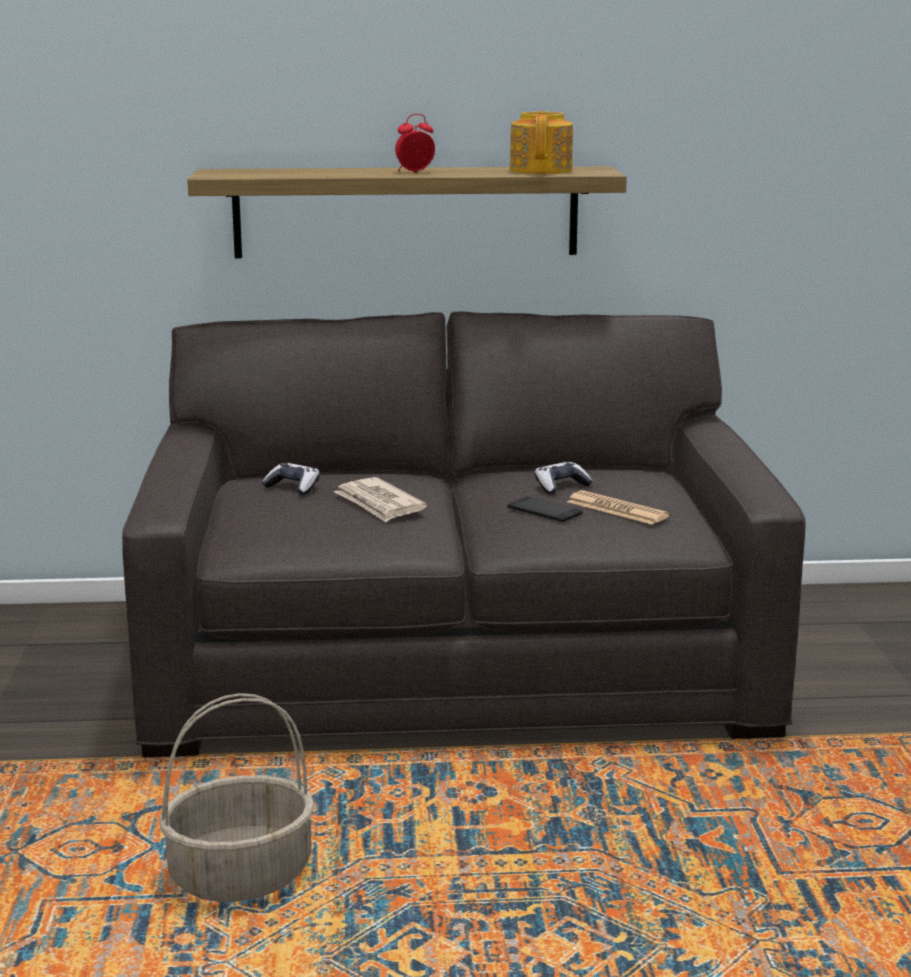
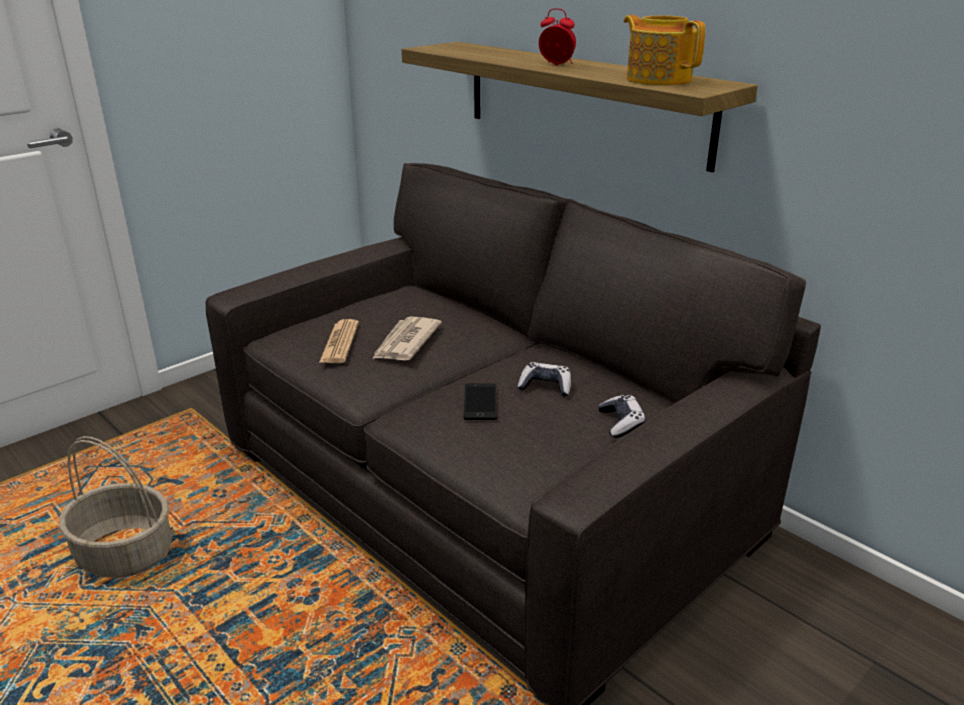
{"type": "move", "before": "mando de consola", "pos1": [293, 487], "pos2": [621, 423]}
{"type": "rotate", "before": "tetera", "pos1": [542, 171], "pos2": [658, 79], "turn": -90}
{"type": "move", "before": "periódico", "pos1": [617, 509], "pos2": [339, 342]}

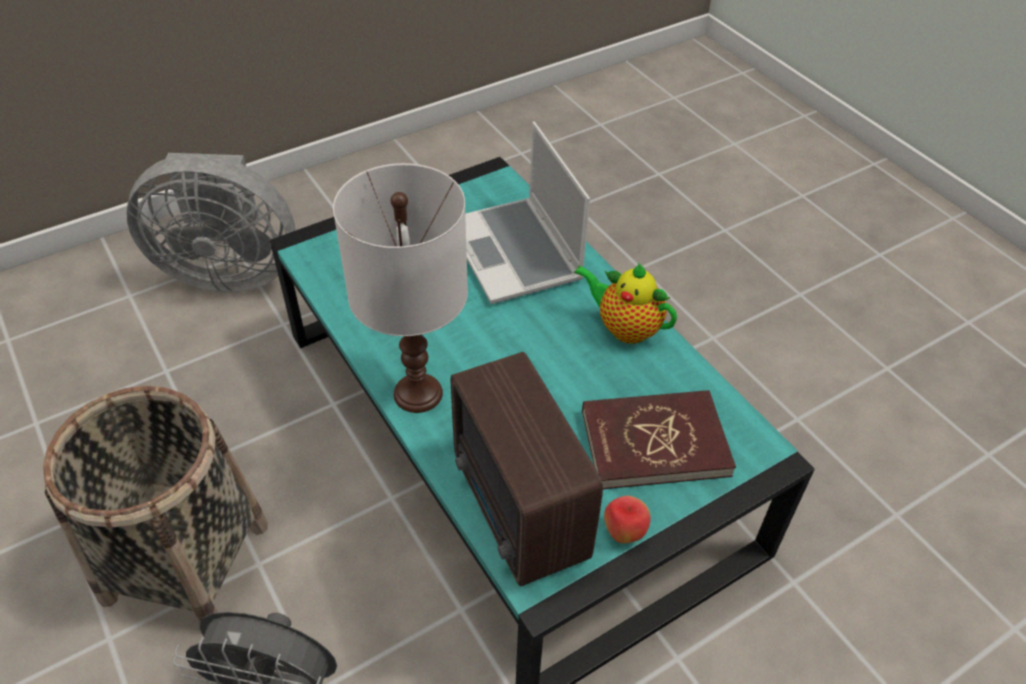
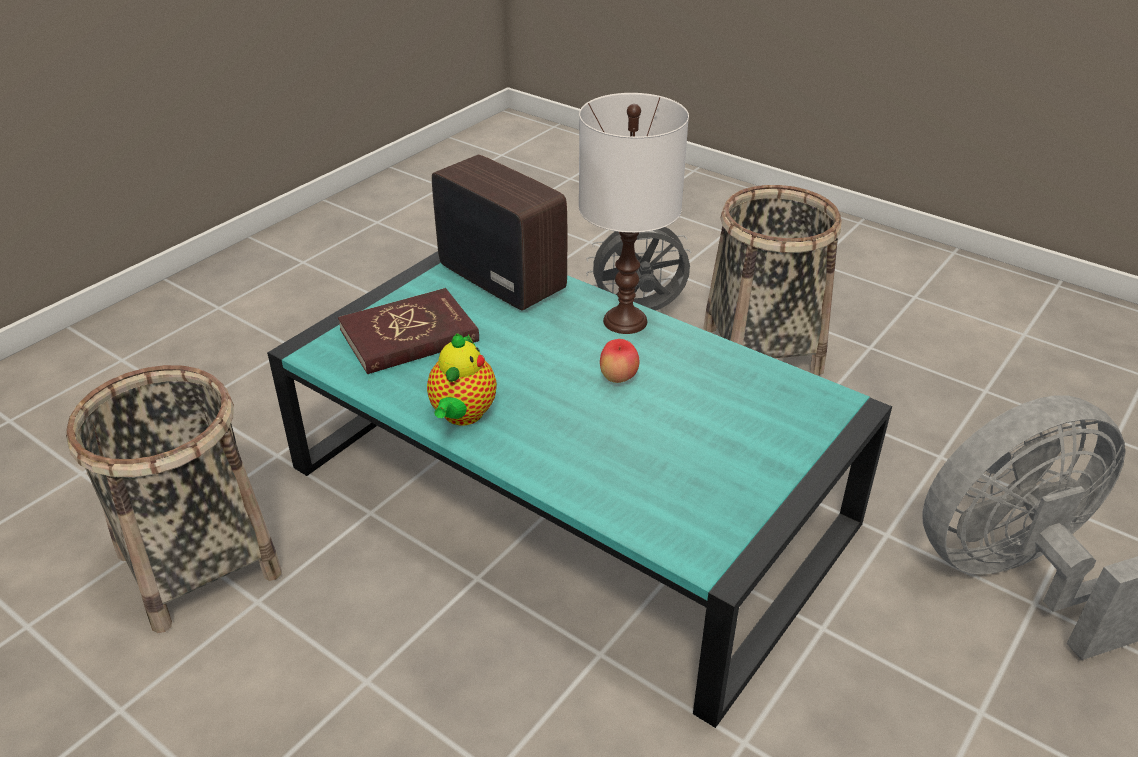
{"type": "delete", "before": "portátil", "pos1": [516, 253]}
{"type": "rotate", "before": "tetera", "pos1": [624, 327], "pos2": [462, 415], "turn": 90}
{"type": "move", "before": "manzana", "pos1": [624, 532], "pos2": [618, 378]}
{"type": "insert", "after": "cesta", "pos2": [199, 563]}

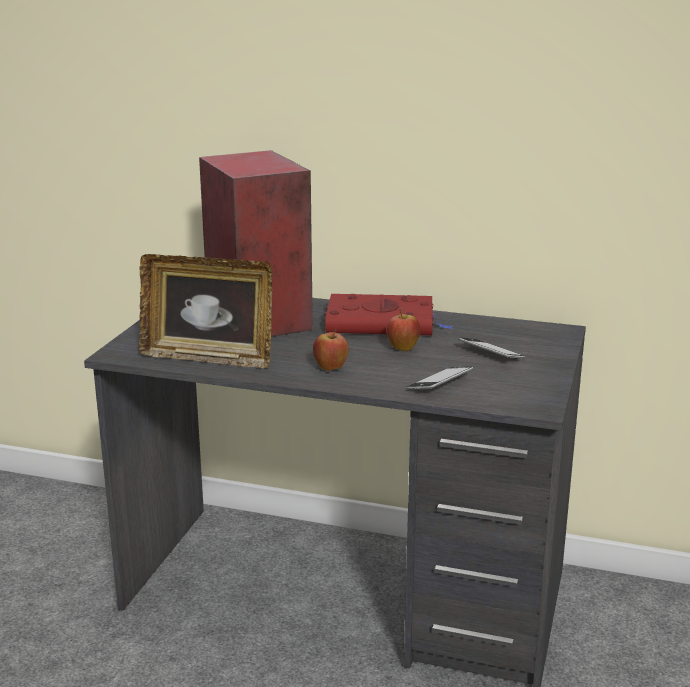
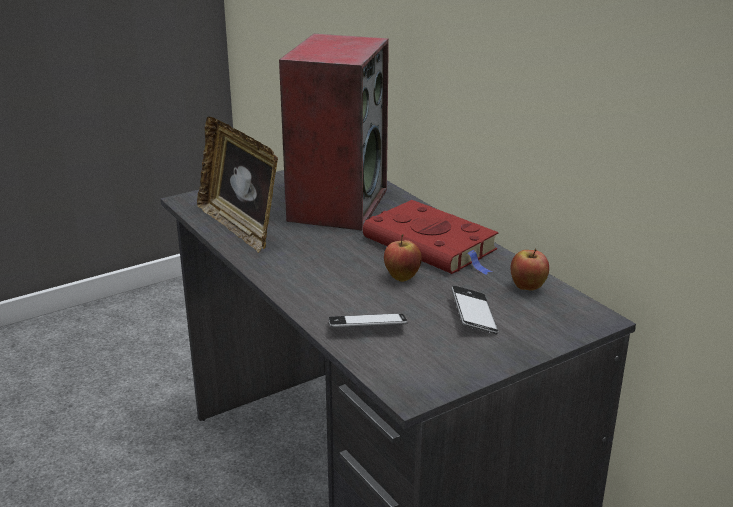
{"type": "move", "before": "manzana", "pos1": [331, 369], "pos2": [527, 288]}

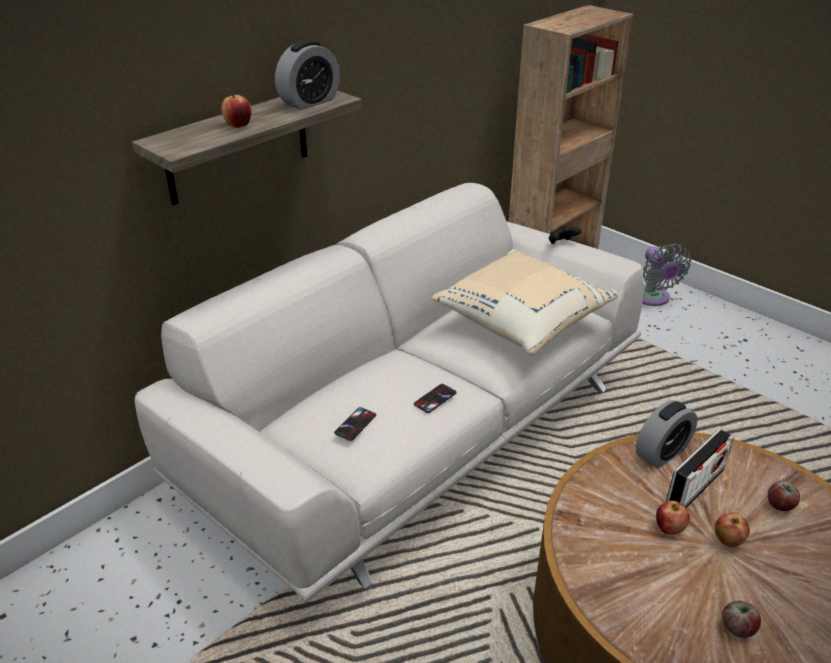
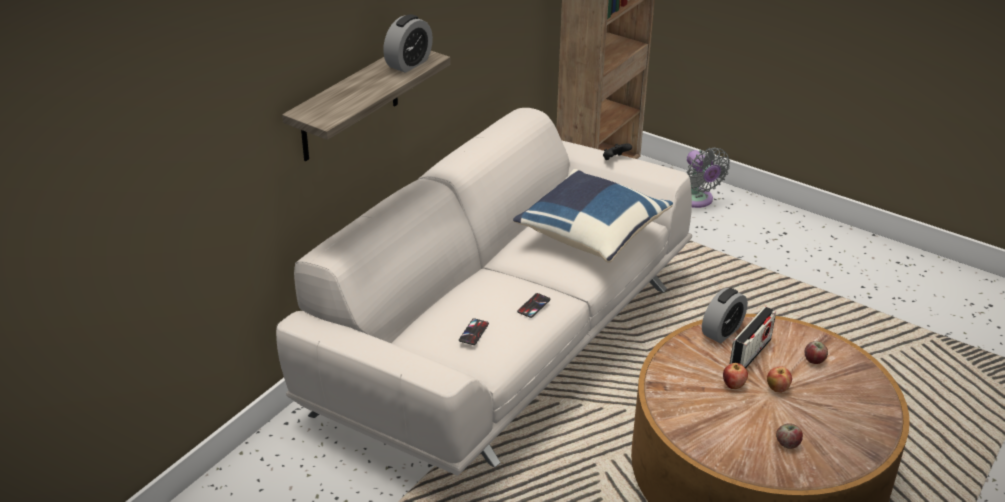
{"type": "delete", "before": "manzana", "pos1": [238, 125]}
{"type": "recolor", "before": "cojín [beis]", "after": "cojín [azul]", "pos1": [521, 321], "pos2": [591, 233]}

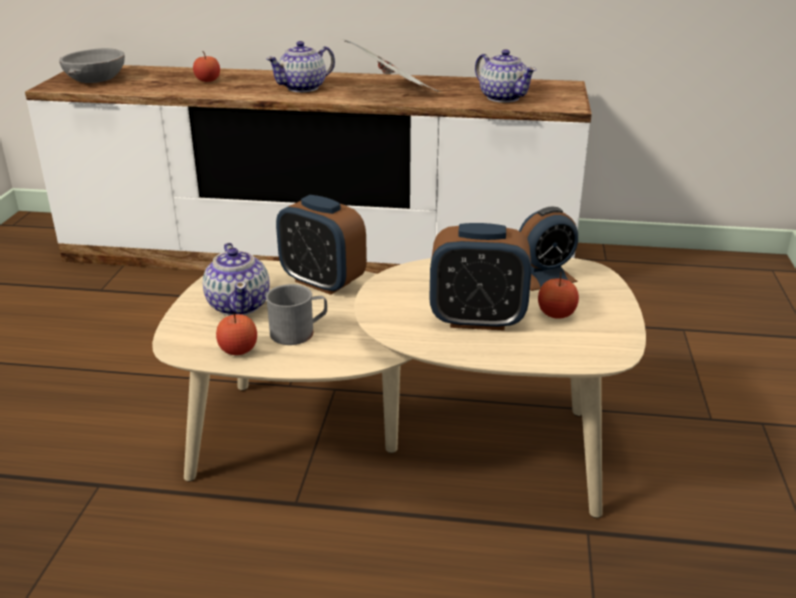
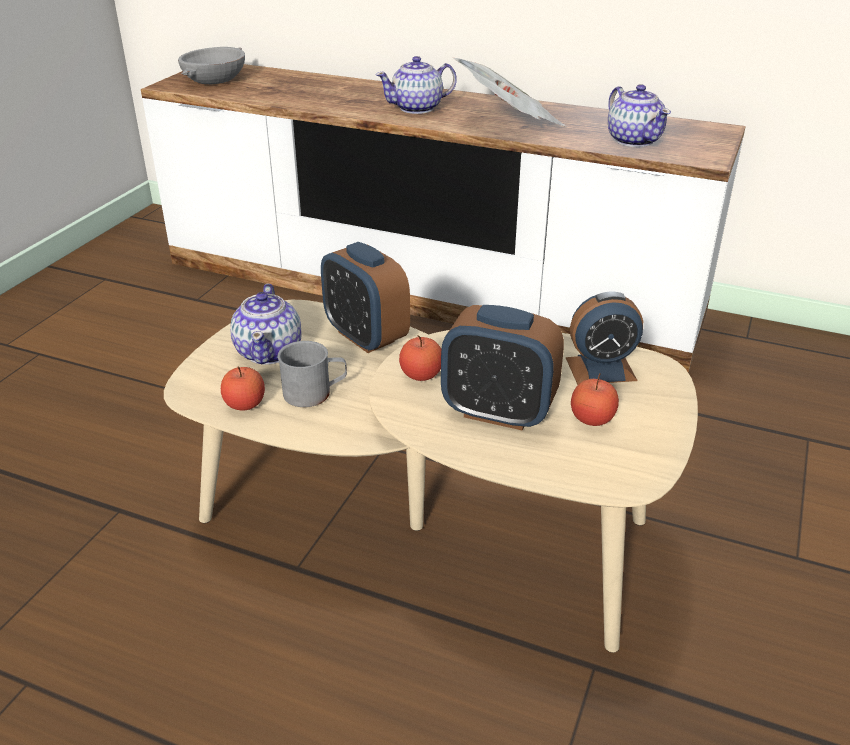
{"type": "move", "before": "manzana", "pos1": [208, 80], "pos2": [421, 375]}

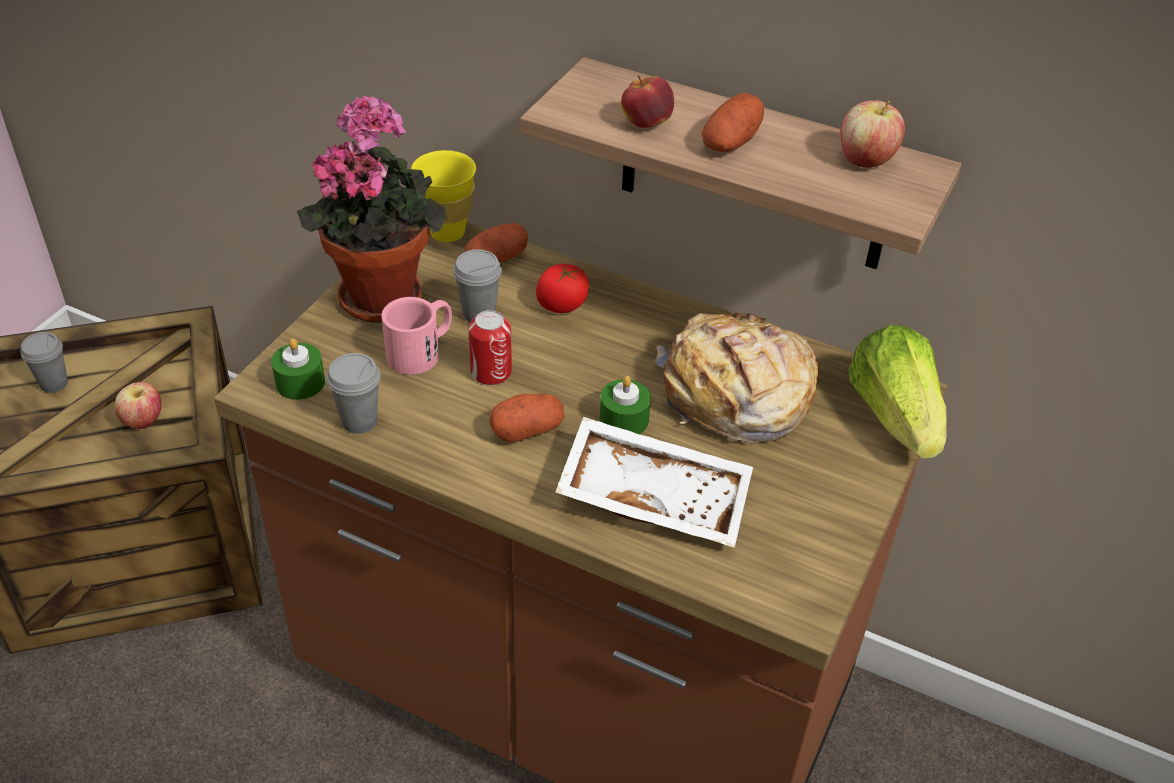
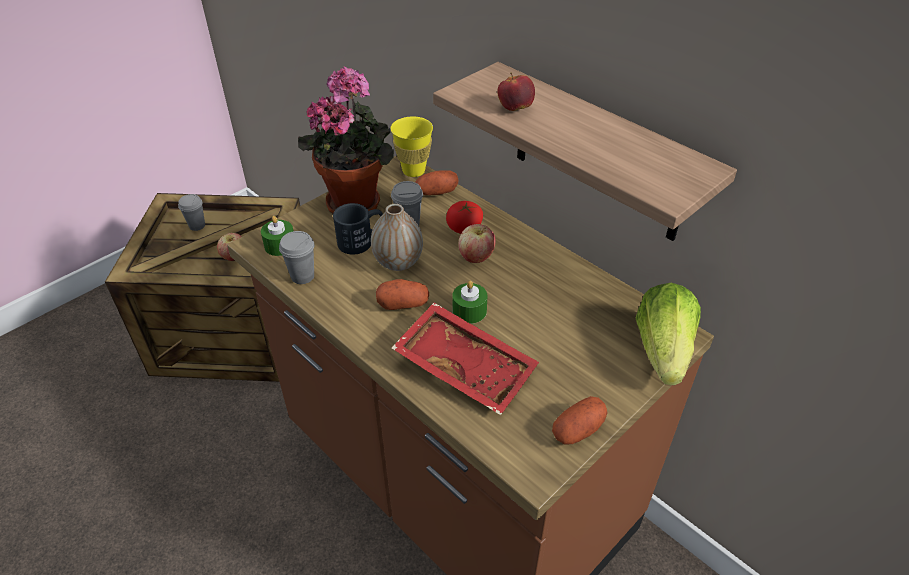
{"type": "recolor", "before": "taza grande [rosa]", "after": "taza grande [negro]", "pos1": [422, 351], "pos2": [362, 240]}
{"type": "replace", "before": "lata", "after": "florero", "pos1": [491, 372], "pos2": [398, 262]}
{"type": "recolor", "before": "bandeja [blanco]", "after": "bandeja [rojo]", "pos1": [655, 495], "pos2": [466, 366]}
{"type": "delete", "before": "pan", "pos1": [735, 396]}
{"type": "move", "before": "patata", "pos1": [731, 142], "pos2": [578, 430]}
{"type": "move", "before": "manzana", "pos1": [866, 160], "pos2": [476, 257]}

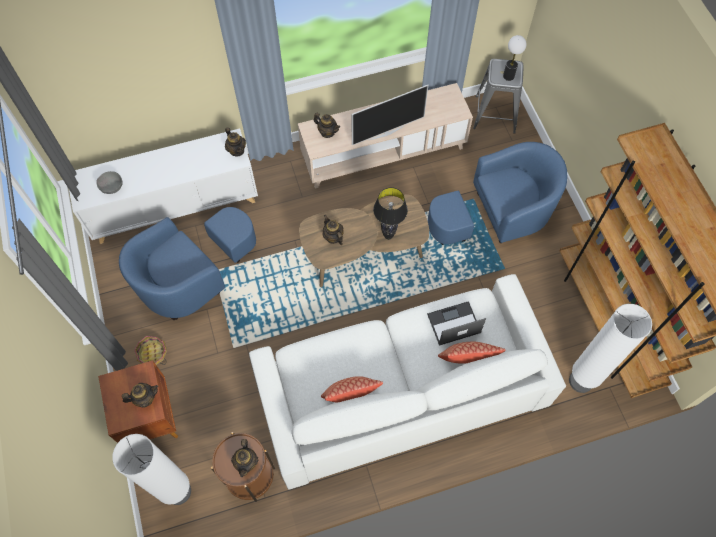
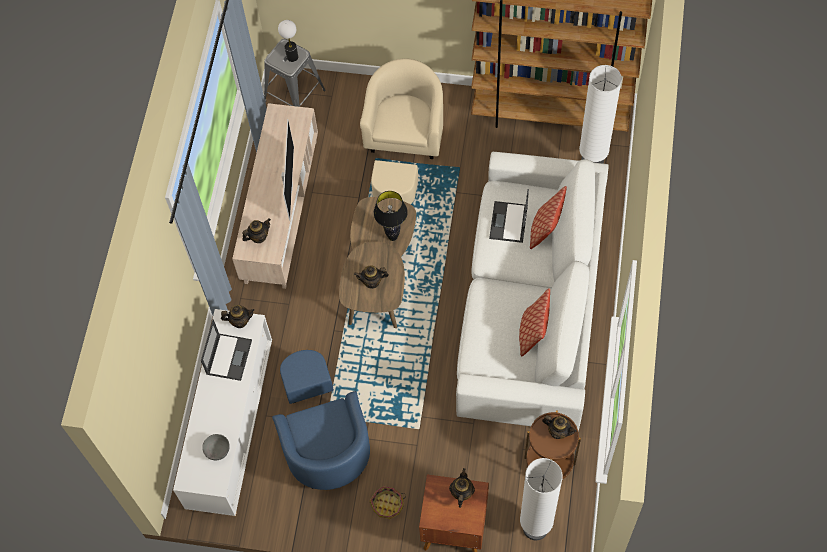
{"type": "recolor", "before": "sillón [azul]", "after": "sillón [beis]", "pos1": [496, 215], "pos2": [403, 148]}
{"type": "insert", "after": "portátil", "pos2": [229, 356]}

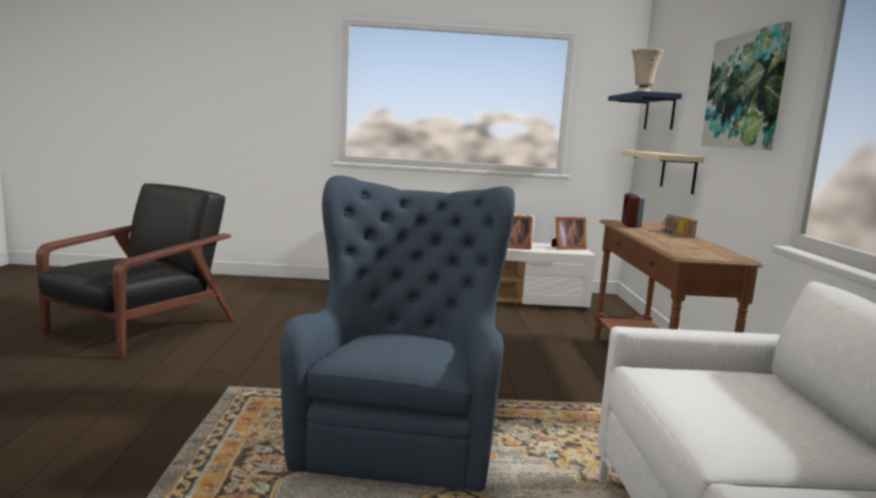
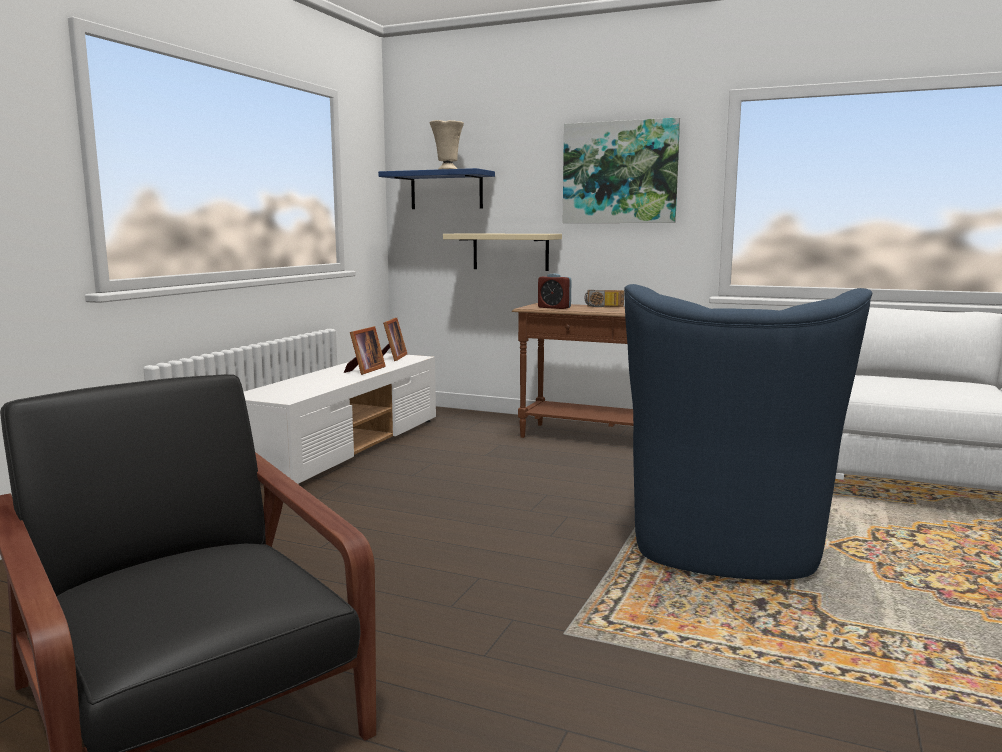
{"type": "rotate", "before": "sillón [azul]", "pos1": [401, 432], "pos2": [724, 550], "turn": -105}

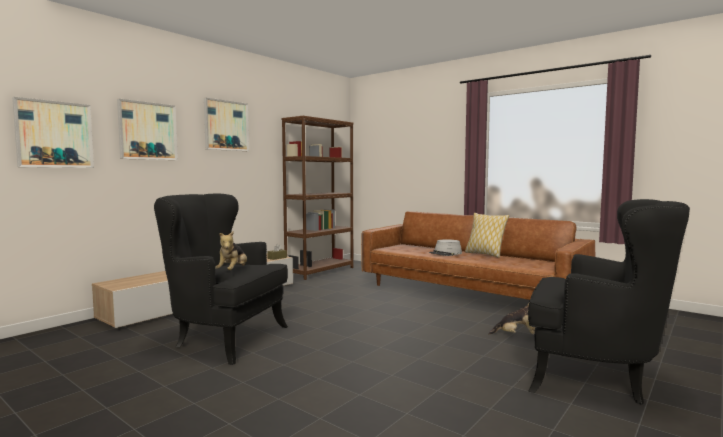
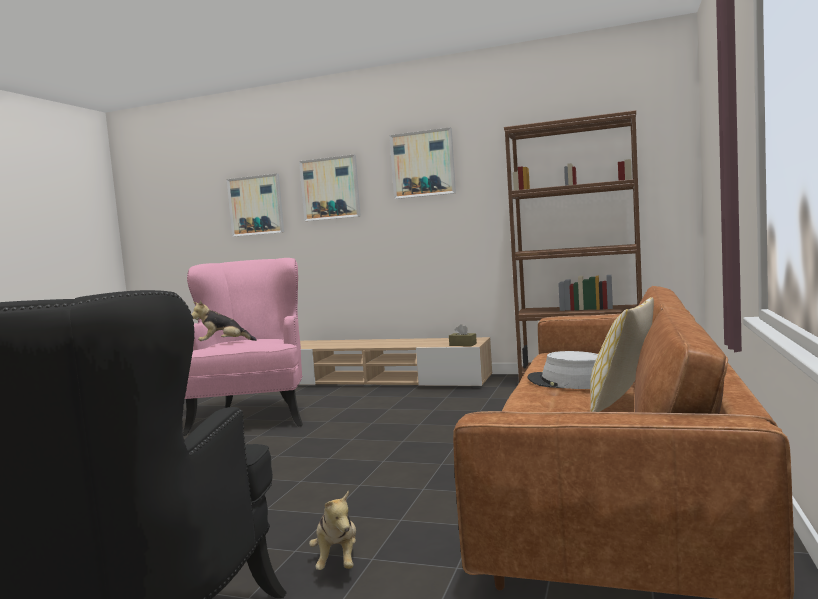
{"type": "recolor", "before": "sillón [negro]", "after": "sillón [rosa]", "pos1": [224, 338], "pos2": [252, 416]}

